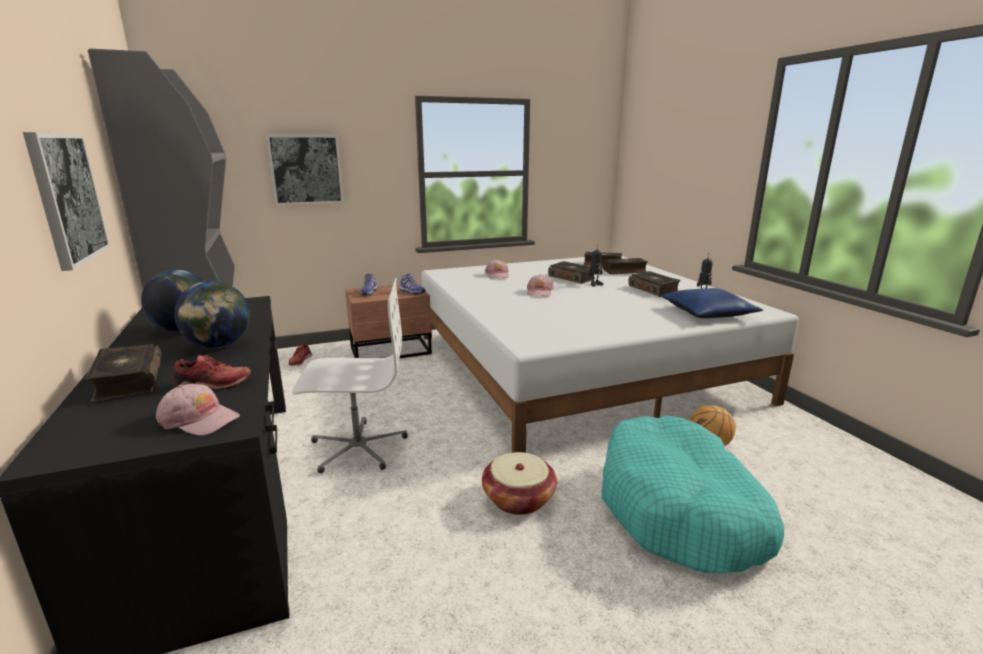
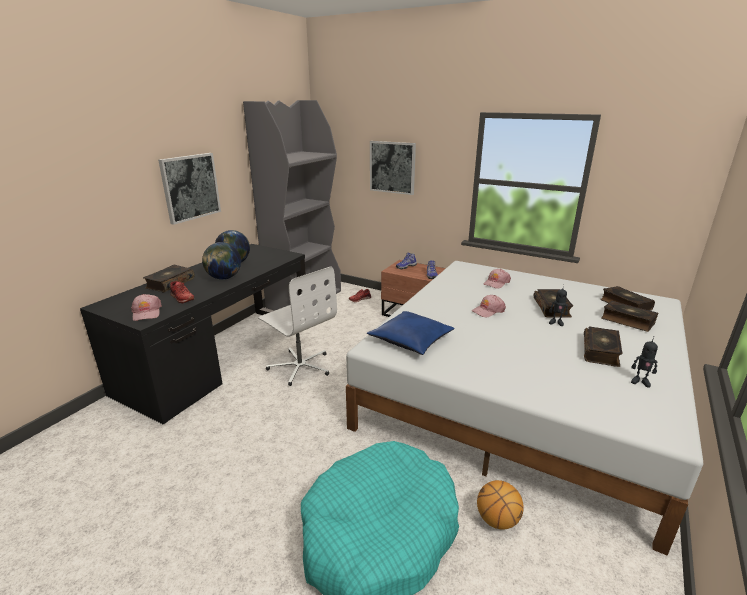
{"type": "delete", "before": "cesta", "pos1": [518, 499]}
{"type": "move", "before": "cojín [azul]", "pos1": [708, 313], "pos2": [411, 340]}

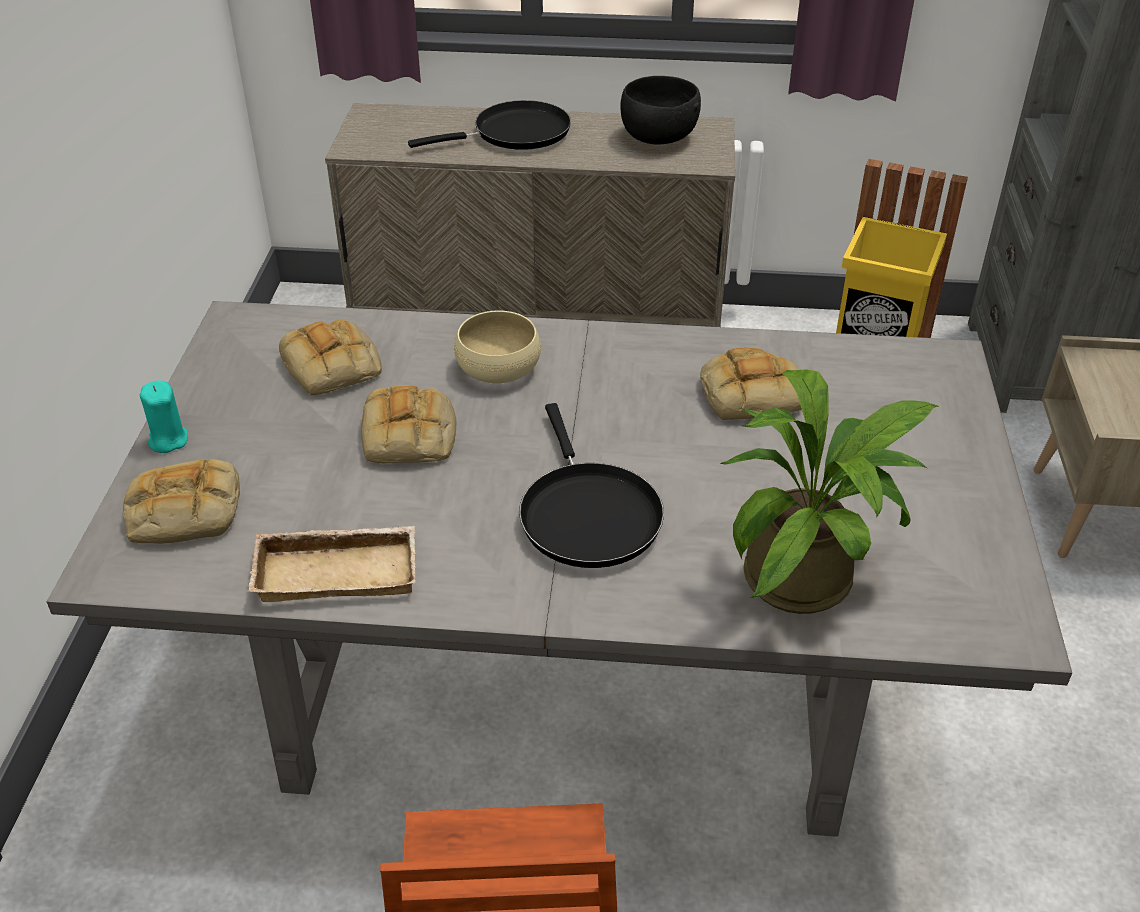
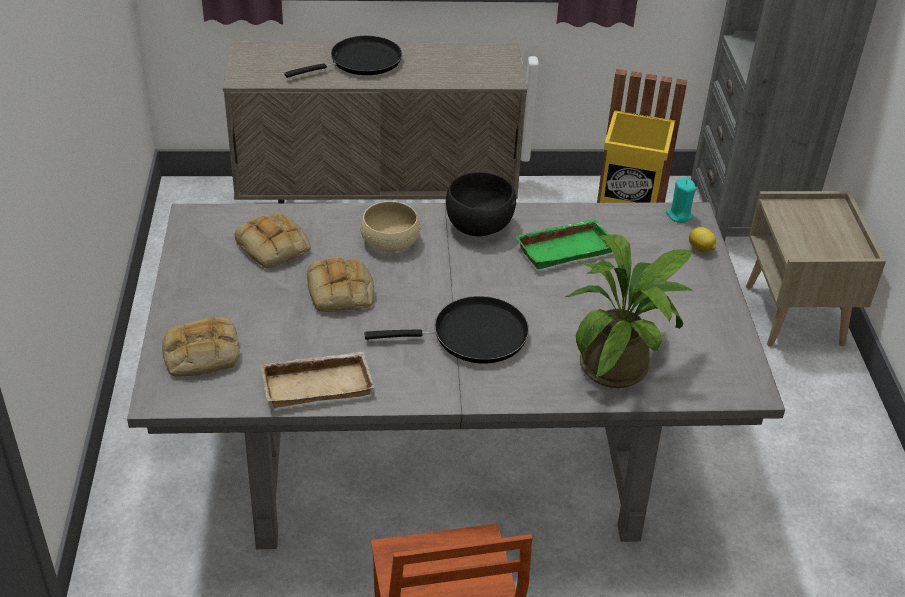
{"type": "move", "before": "vela [turquesa]", "pos1": [168, 440], "pos2": [679, 215]}
{"type": "rotate", "before": "sartén [negro]", "pos1": [587, 514], "pos2": [472, 336], "turn": -75}
{"type": "move", "before": "cuenco [negro]", "pos1": [658, 138], "pos2": [478, 226]}
{"type": "replace", "before": "pan", "after": "bandeja [verde]", "pos1": [751, 393], "pos2": [565, 248]}
{"type": "insert", "after": "limón", "pos2": [701, 249]}

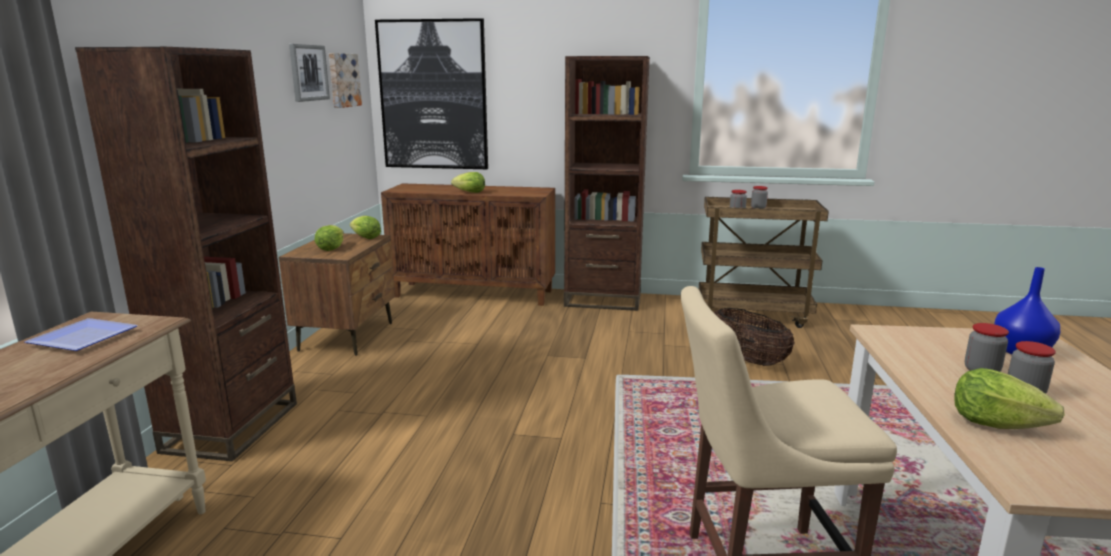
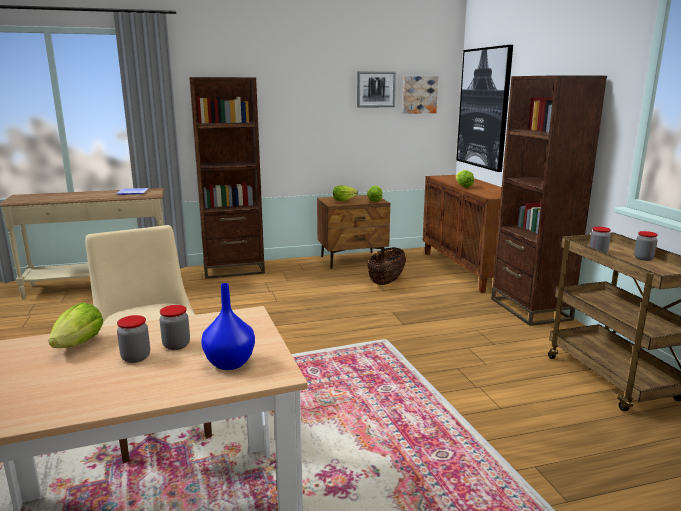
{"type": "move", "before": "cesta", "pos1": [748, 360], "pos2": [386, 282]}

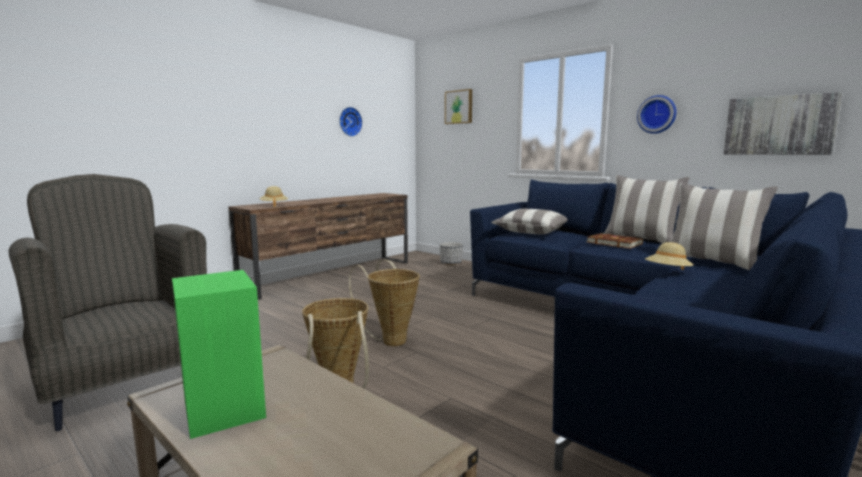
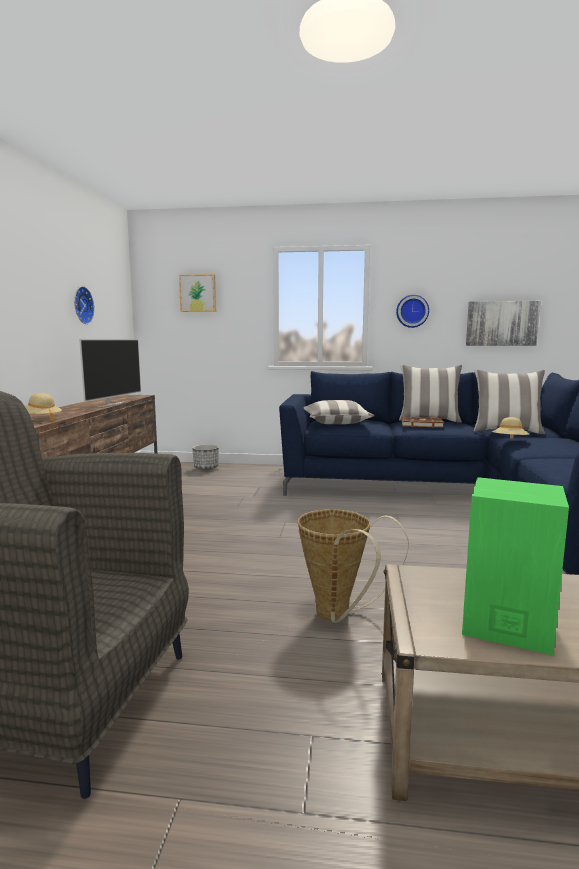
{"type": "delete", "before": "cesta", "pos1": [390, 340]}
{"type": "insert", "after": "televisor", "pos2": [112, 404]}

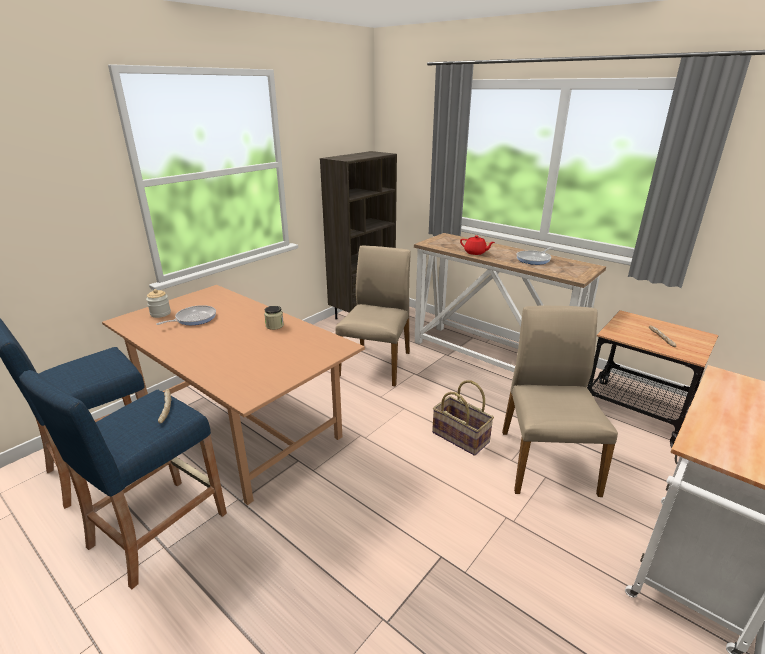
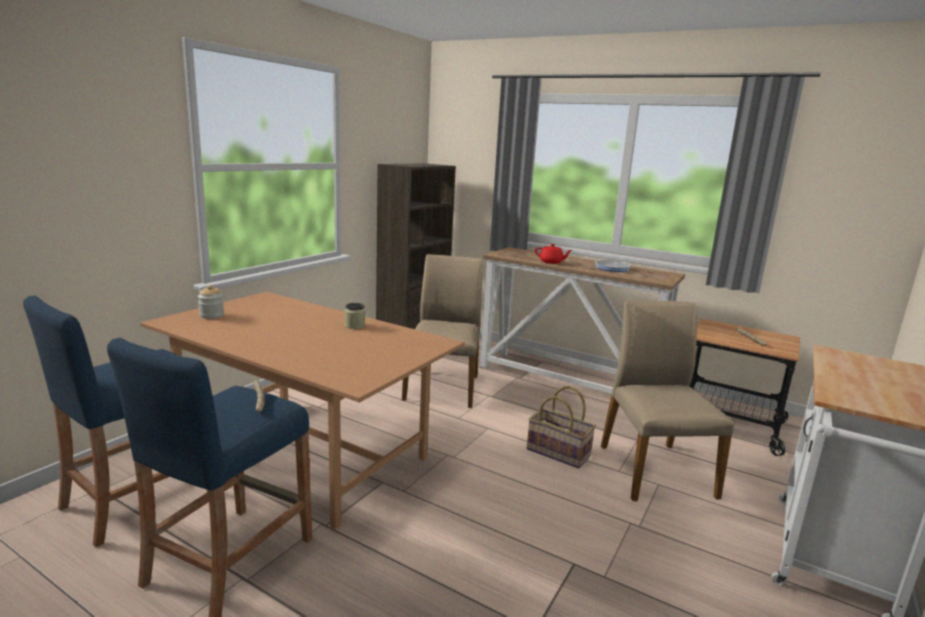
{"type": "delete", "before": "sartén", "pos1": [194, 318]}

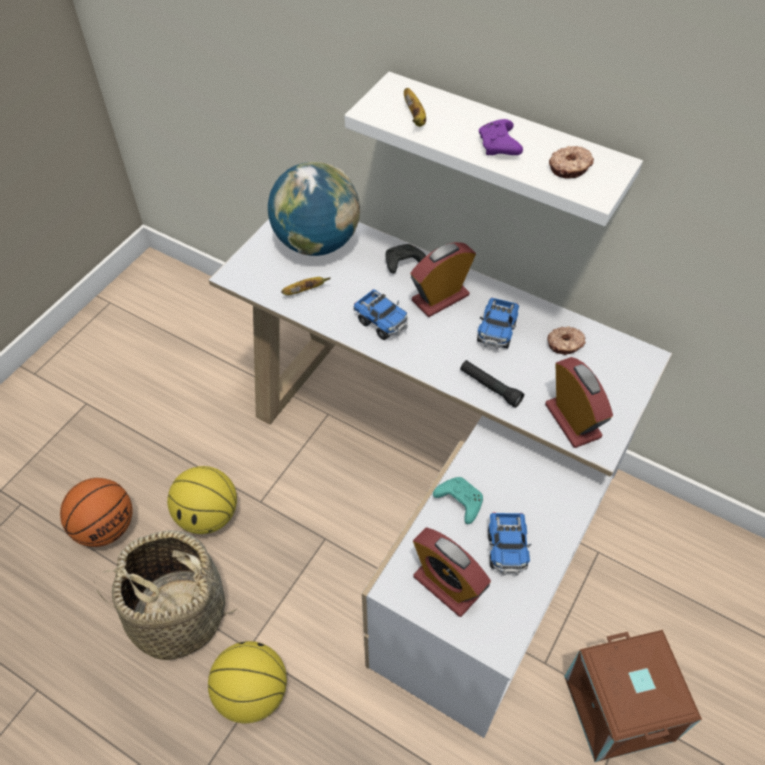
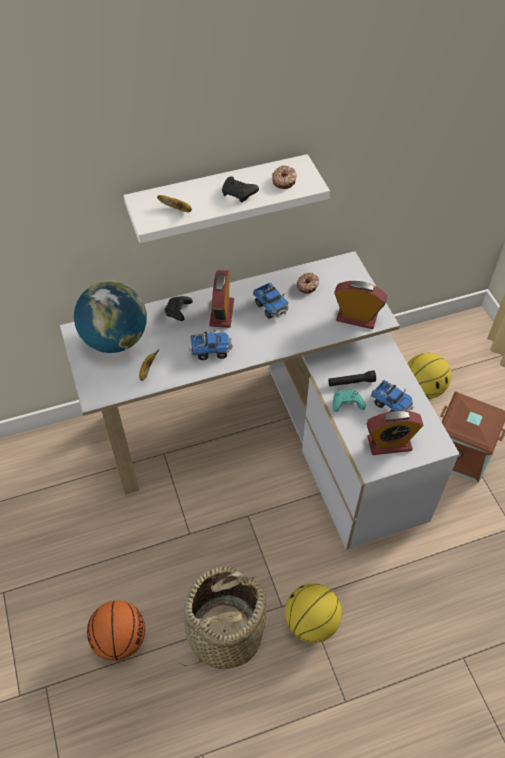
{"type": "move", "before": "balón de baloncesto", "pos1": [208, 515], "pos2": [423, 389]}
{"type": "move", "before": "linterna [negro]", "pos1": [490, 387], "pos2": [351, 382]}
{"type": "recolor", "before": "mando de consola [morado]", "after": "mando de consola [negro]", "pos1": [499, 146], "pos2": [239, 194]}

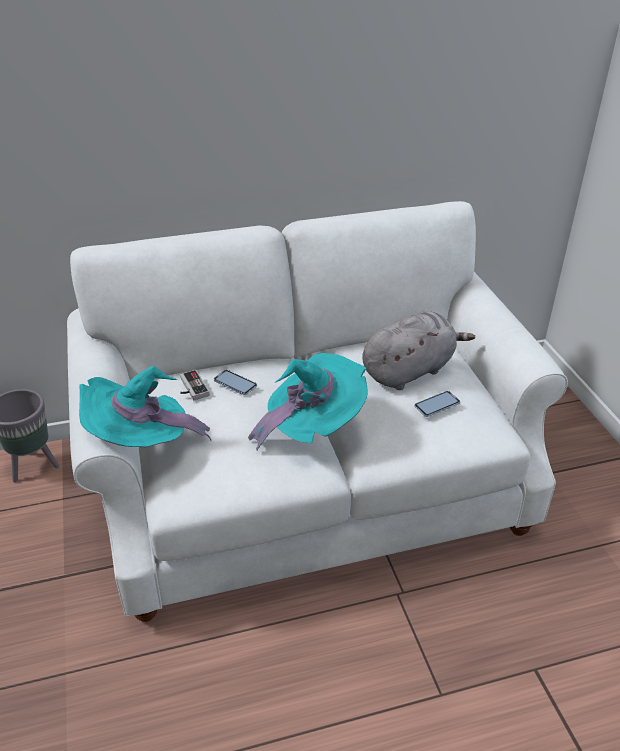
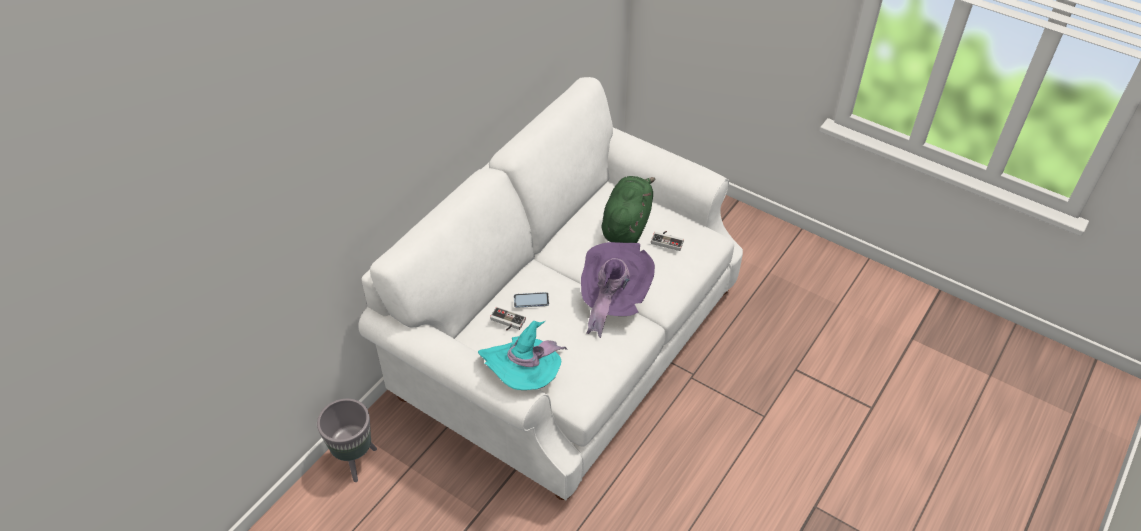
{"type": "recolor", "before": "sombrero [turquesa]", "after": "sombrero [morado]", "pos1": [312, 425], "pos2": [612, 299]}
{"type": "recolor", "before": "peluche [gris]", "after": "peluche [verde]", "pos1": [410, 370], "pos2": [627, 224]}
{"type": "replace", "before": "móvil", "after": "mando de consola", "pos1": [437, 405], "pos2": [668, 240]}

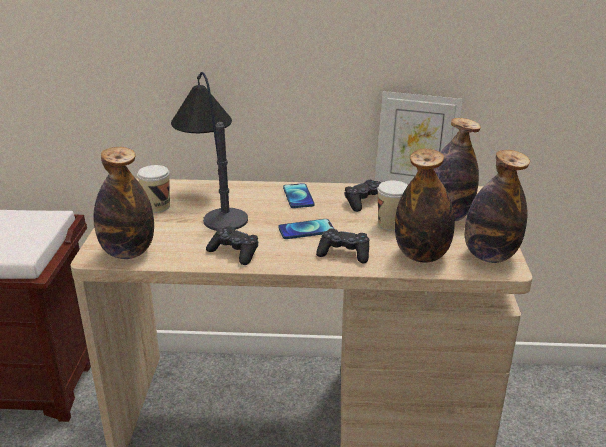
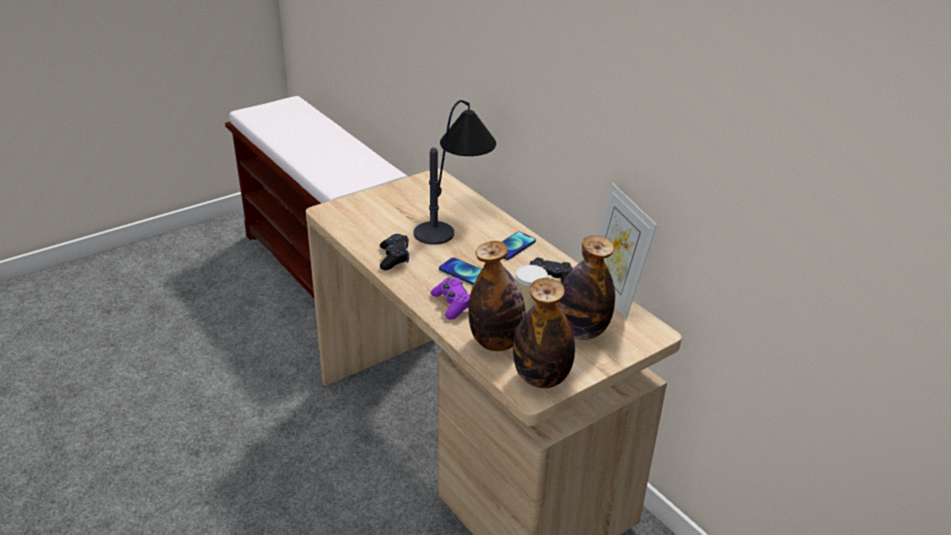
{"type": "delete", "before": "botella", "pos1": [128, 252]}
{"type": "delete", "before": "taza", "pos1": [157, 207]}
{"type": "recolor", "before": "mando de consola [negro]", "after": "mando de consola [morado]", "pos1": [344, 253], "pos2": [452, 304]}

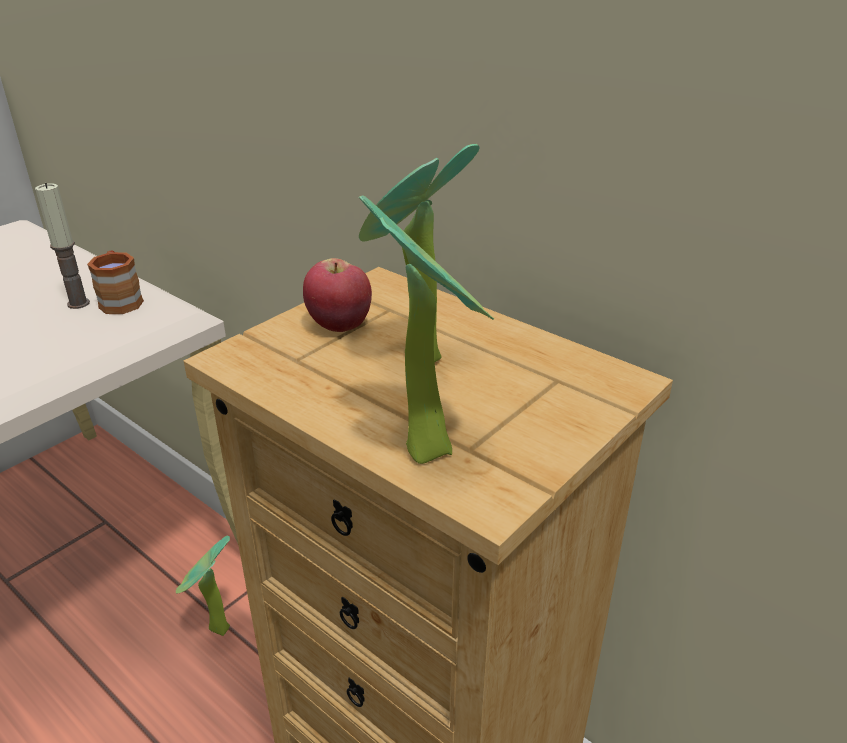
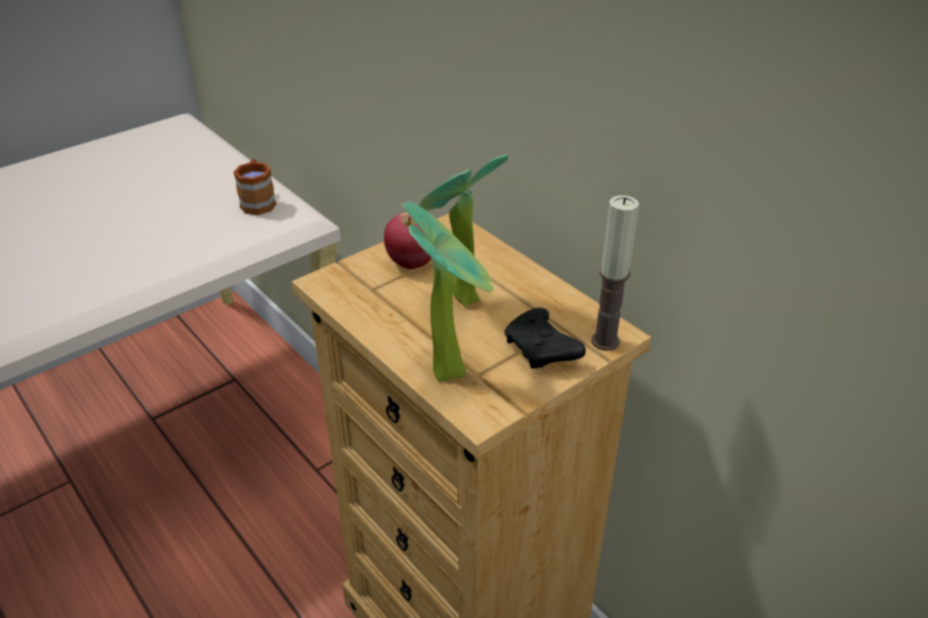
{"type": "move", "before": "vela", "pos1": [78, 303], "pos2": [605, 341]}
{"type": "delete", "before": "planta en maceta", "pos1": [215, 631]}
{"type": "insert", "after": "mando de consola [negro]", "pos2": [541, 350]}

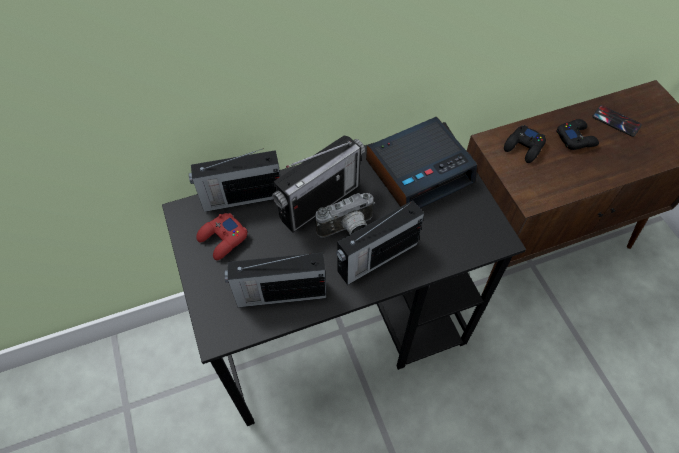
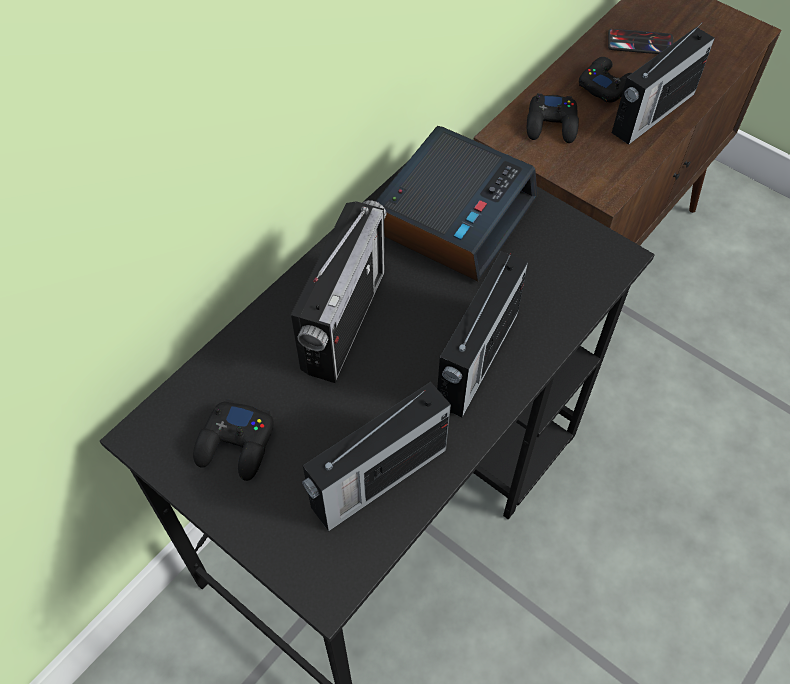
{"type": "move", "before": "radio", "pos1": [241, 198], "pos2": [651, 114]}
{"type": "recolor", "before": "mando de consola [rojo]", "after": "mando de consola [negro]", "pos1": [223, 239], "pos2": [236, 445]}
{"type": "delete", "before": "cámara", "pos1": [347, 229]}

